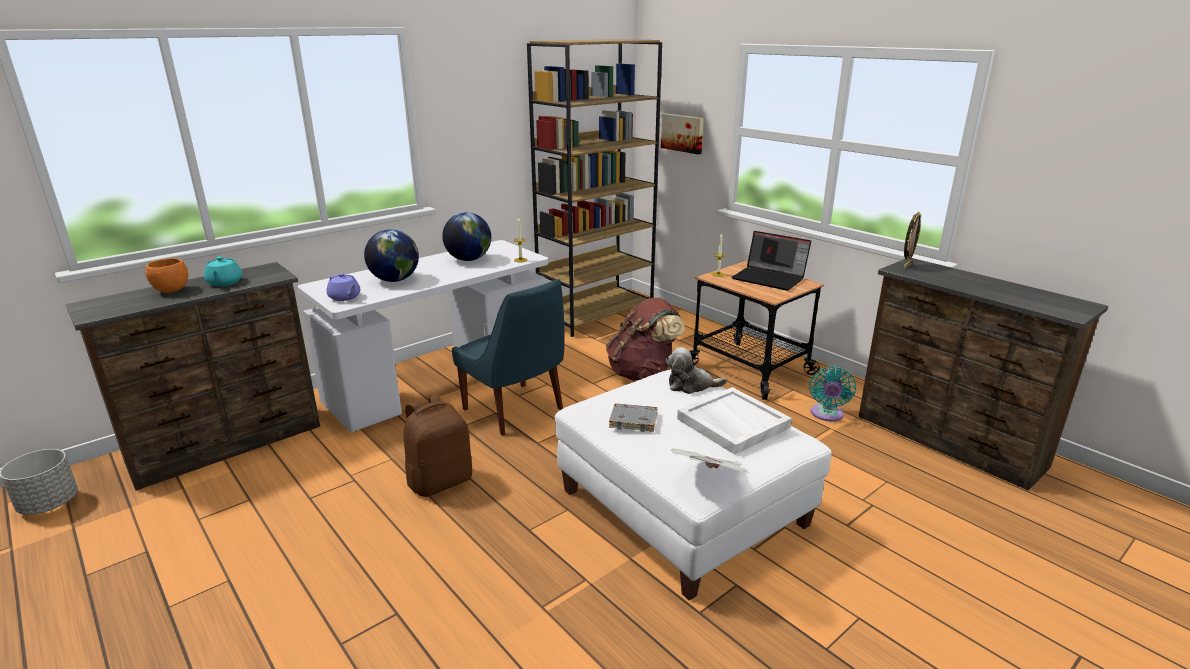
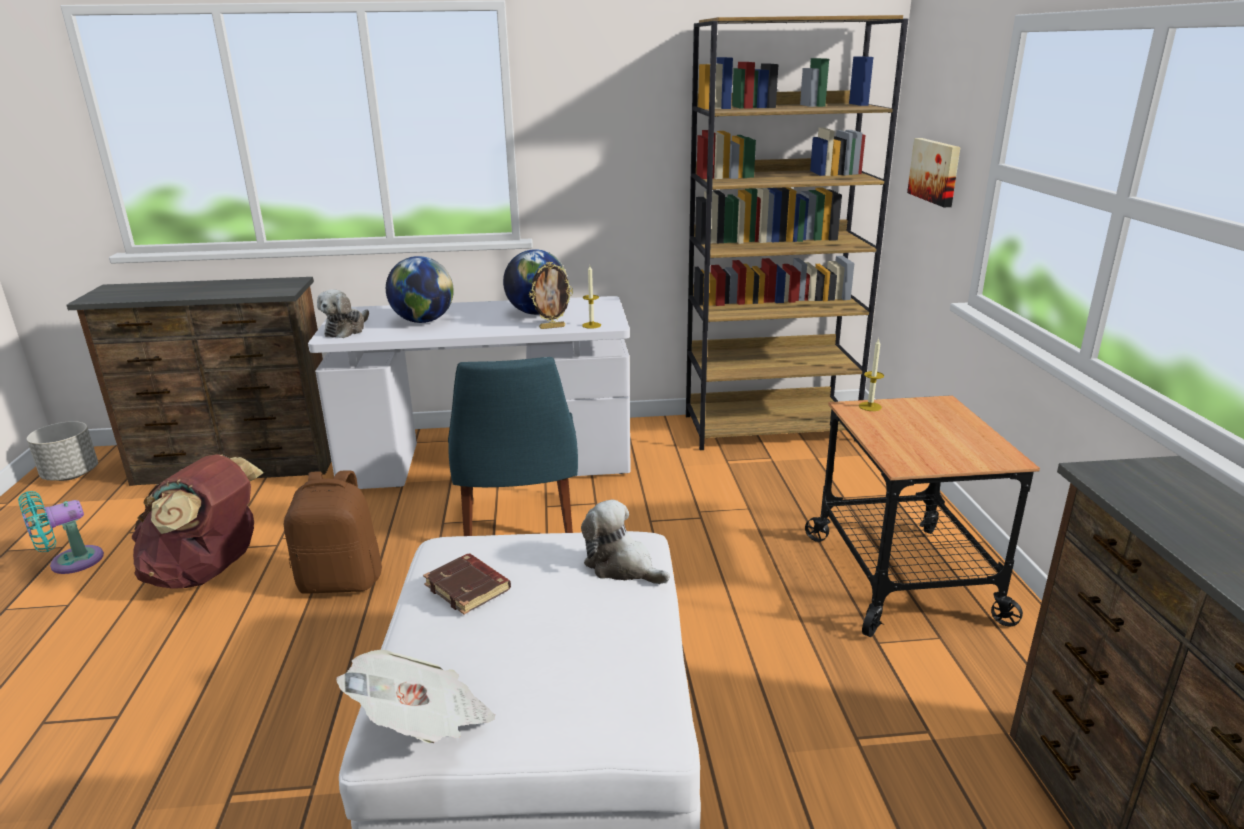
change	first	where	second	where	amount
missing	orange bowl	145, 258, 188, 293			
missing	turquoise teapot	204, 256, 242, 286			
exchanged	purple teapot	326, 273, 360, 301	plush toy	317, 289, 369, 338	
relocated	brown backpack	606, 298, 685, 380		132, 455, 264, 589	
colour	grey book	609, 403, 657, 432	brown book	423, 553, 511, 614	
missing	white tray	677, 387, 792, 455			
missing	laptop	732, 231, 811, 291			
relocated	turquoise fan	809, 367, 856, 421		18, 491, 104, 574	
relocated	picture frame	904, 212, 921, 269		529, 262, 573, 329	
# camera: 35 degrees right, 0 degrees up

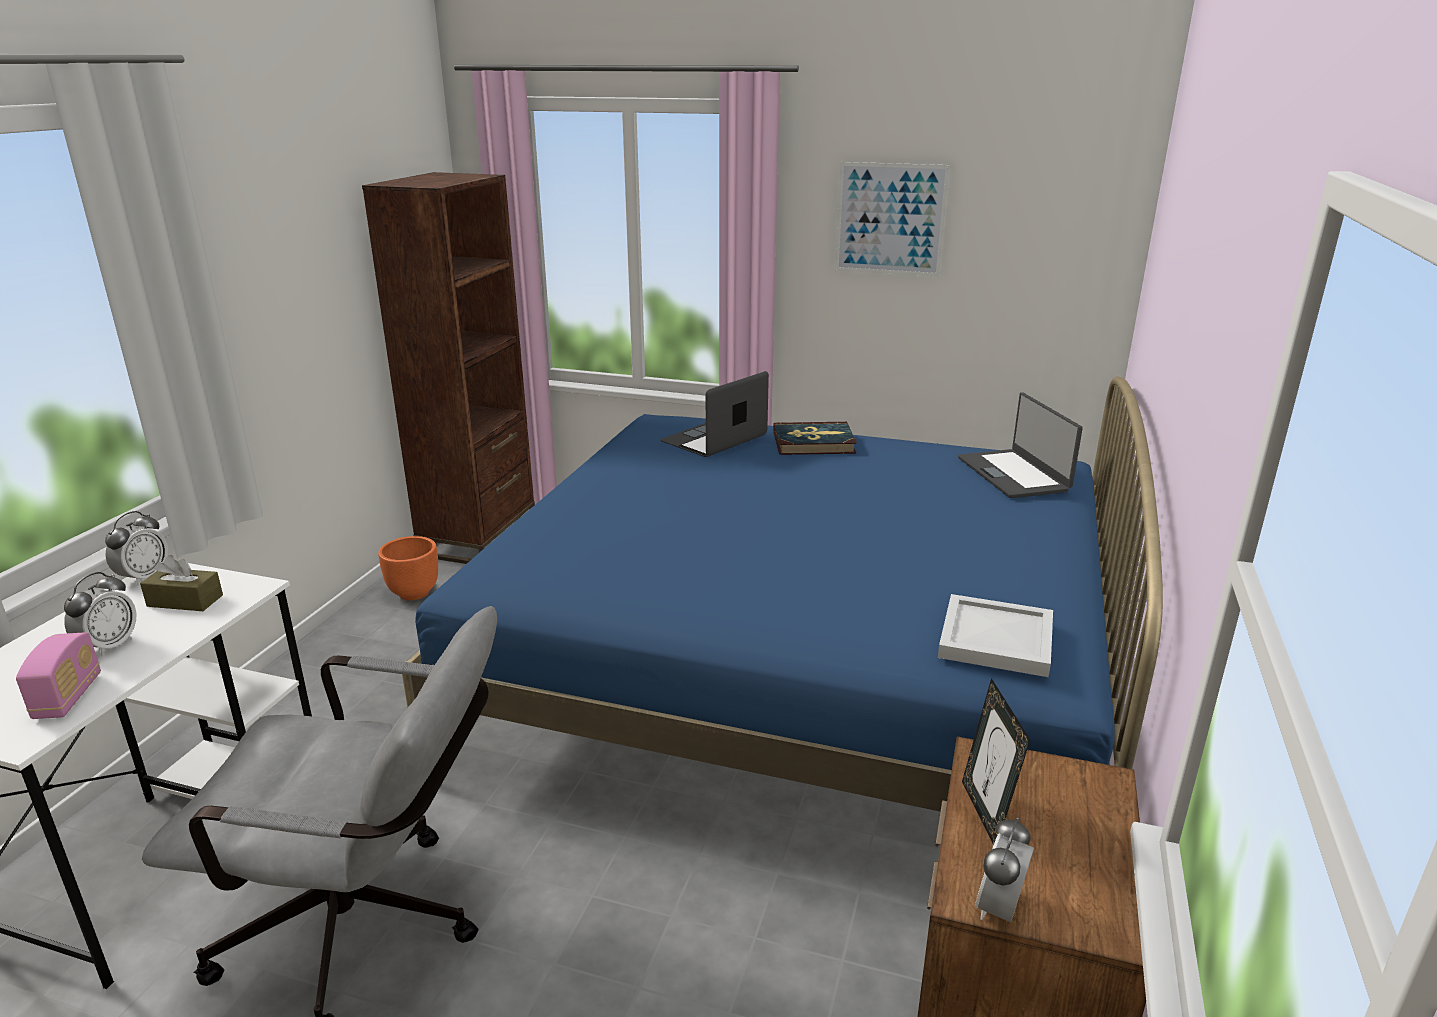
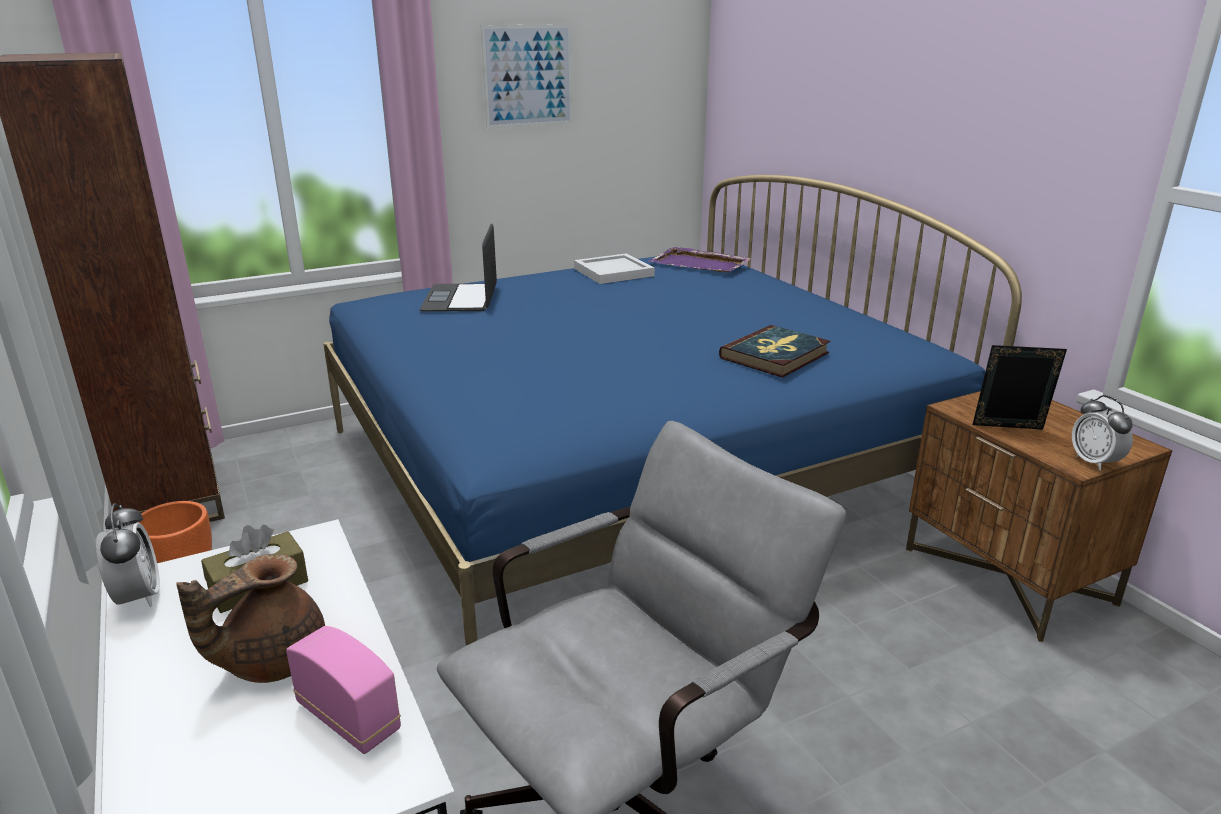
change	first	where	second	where	amount
exchanged	alarm clock	64, 572, 136, 657	brown teapot	177, 554, 325, 683	
relocated	book	773, 422, 857, 455		719, 325, 831, 378	
relocated	white tray	938, 594, 1053, 677		574, 253, 655, 284	
exchanged	laptop	958, 392, 1083, 498	purple tray	649, 247, 752, 272	
spun	picture frame	962, 678, 1030, 845		973, 345, 1067, 430	150 degrees clockwise
# camera: 45 degrees left, 0 degrees up

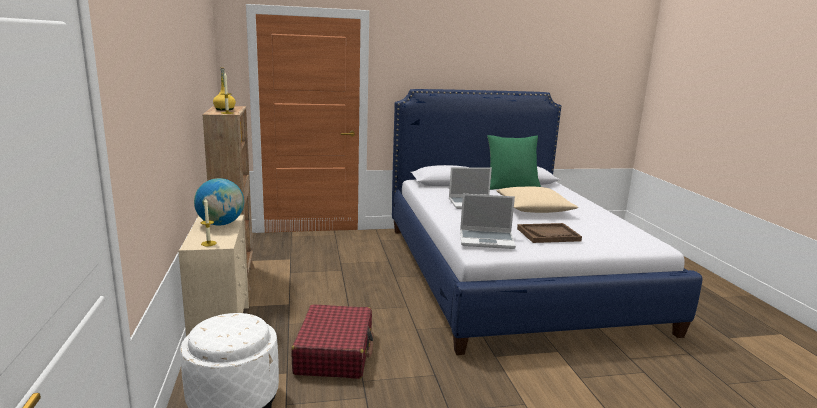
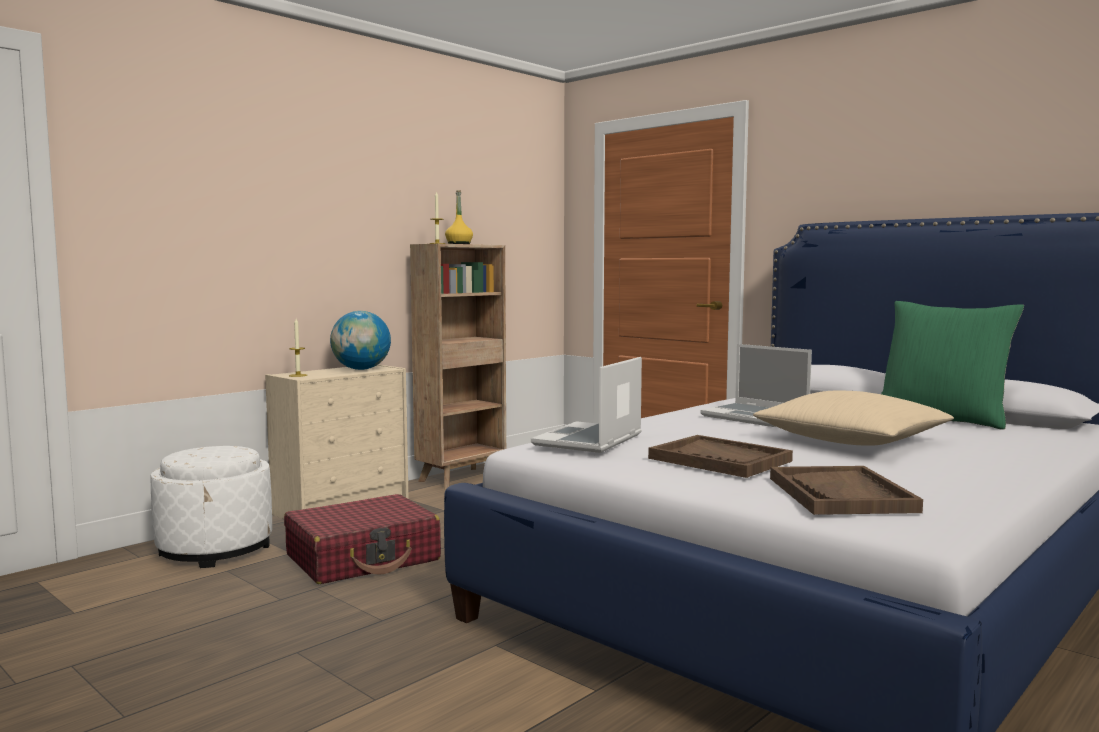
change	first	where	second	where	amount
spun	laptop	460, 194, 516, 249		531, 357, 642, 453	60 degrees clockwise
appeared			brown tray	770, 466, 923, 515	
# camera: 55 degrees right, 10 degrees down

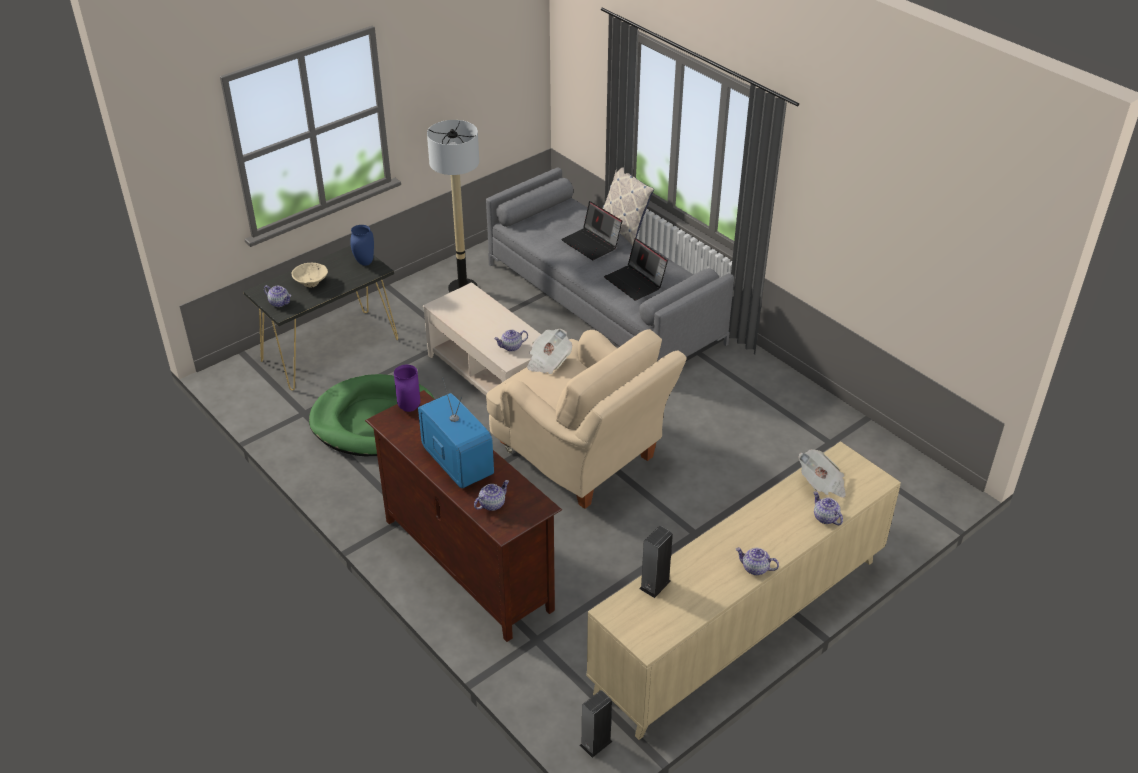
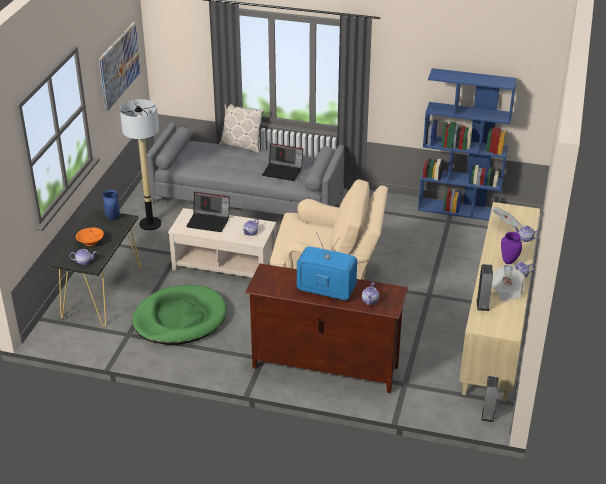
change	first	where	second	where	amount
colour	beige bowl	291, 263, 328, 288	orange bowl	76, 227, 104, 246	
relocated	purple vase	394, 365, 420, 412		501, 232, 522, 264	
relocated	newspaper	527, 329, 572, 374		492, 264, 525, 302	
relocated	laptop	561, 201, 622, 260		186, 192, 230, 232	
appeared			picture	99, 22, 140, 111	
appeared			blue bookcase	418, 68, 517, 221	
# camera: 35 degrees left, 5 degrees down

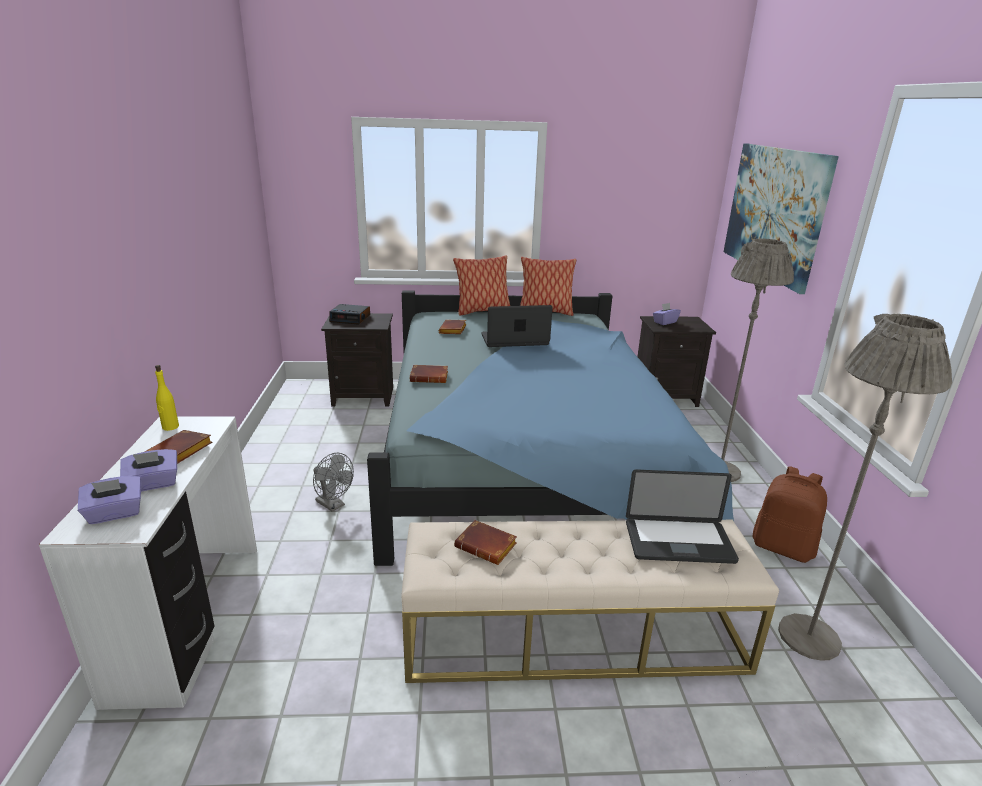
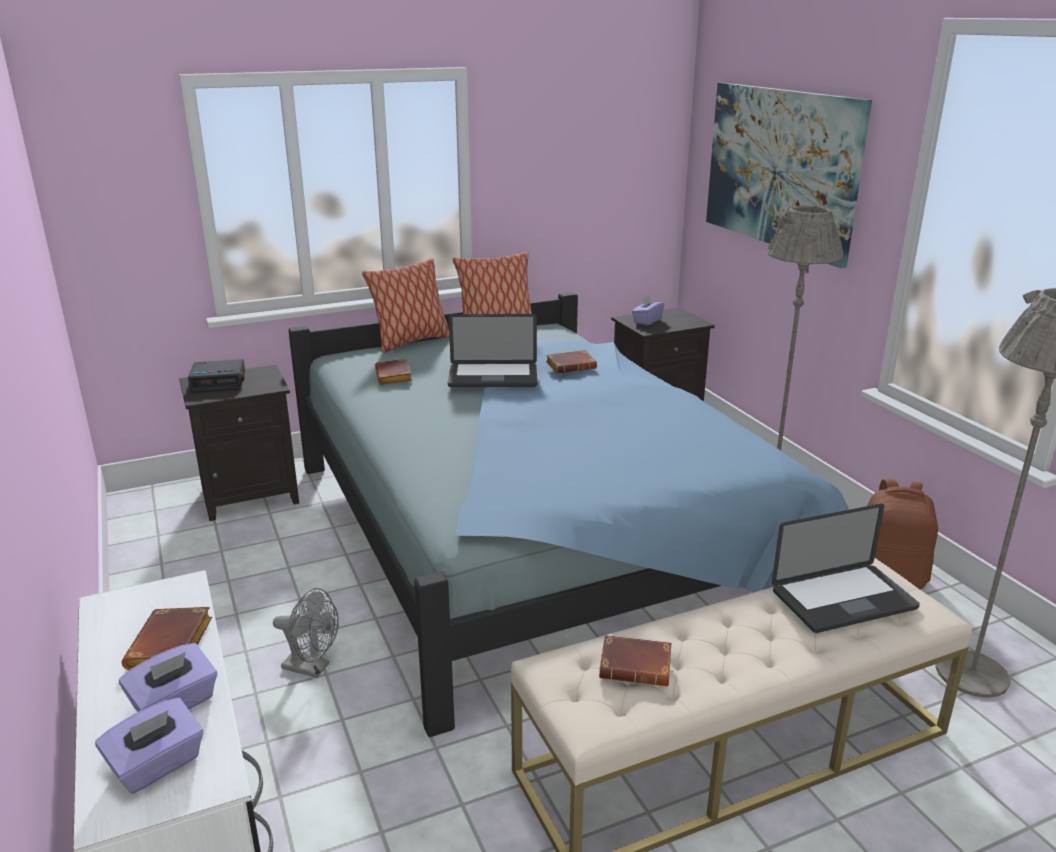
change	first	where	second	where	amount
missing	yellow bottle	155, 365, 179, 431			
relocated	brown book	410, 365, 448, 383		546, 350, 597, 374	
spun	laptop	481, 305, 553, 347		448, 314, 537, 387	150 degrees counterclockwise
# camera: 20 degrees left, 0 degrees up

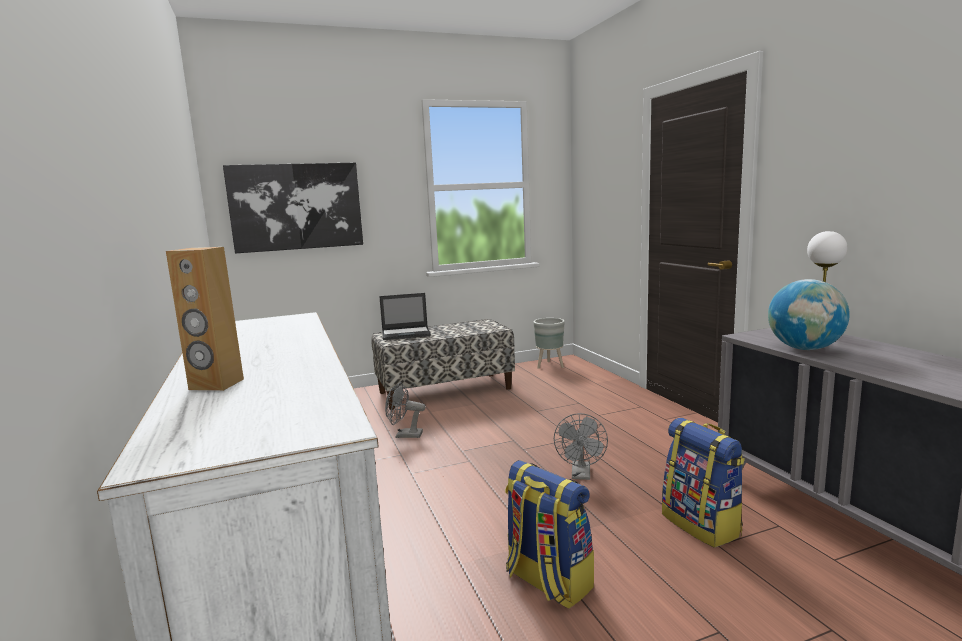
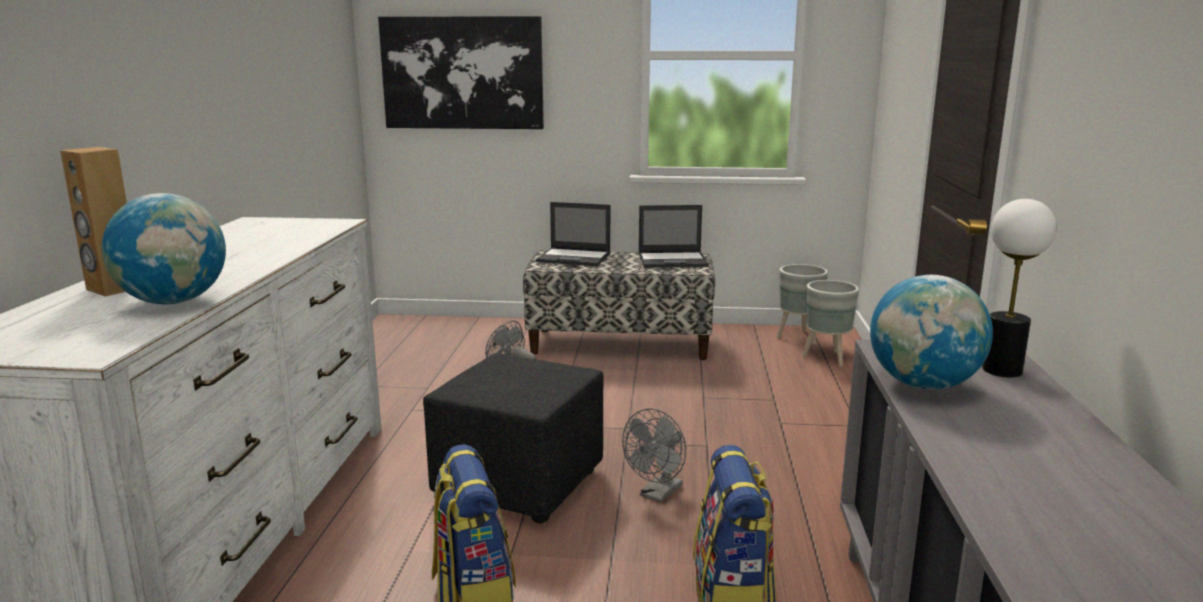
change	first	where	second	where	amount
appeared			globe	102, 193, 226, 304	
appeared			black ottoman	423, 353, 603, 523	
appeared			laptop	639, 205, 709, 268	
appeared			grey planter	802, 280, 859, 367	
# camera: 25 degrees right, 5 degrees up

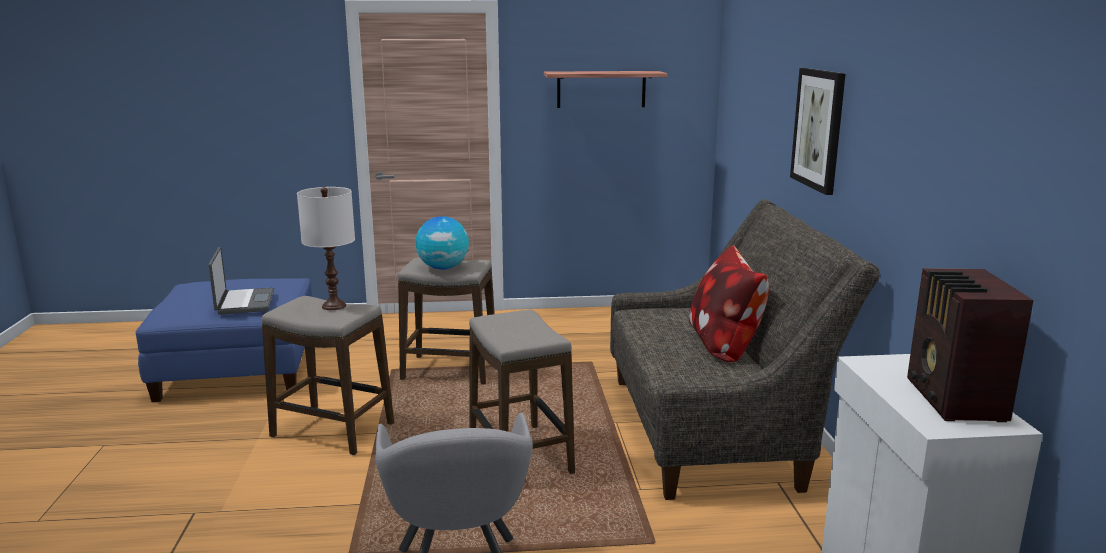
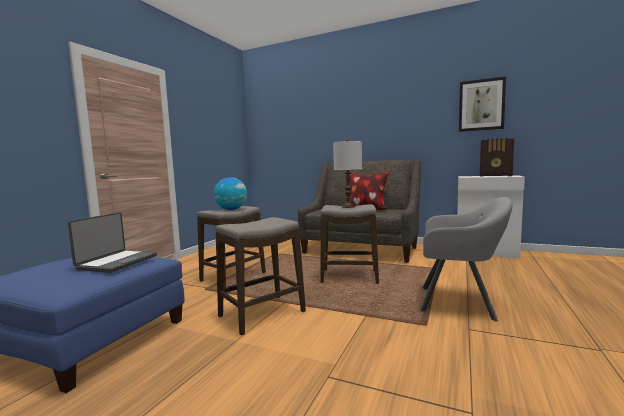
change	first	where	second	where	amount
spun	laptop	208, 247, 274, 315		68, 212, 157, 273	90 degrees clockwise
relocated	white table lamp	297, 187, 355, 310		333, 140, 362, 208	
missing	shelf	544, 71, 667, 108			
relocated	picture	790, 68, 845, 195		459, 77, 506, 132	
# camera: 60 degrees left, 10 degrees down

